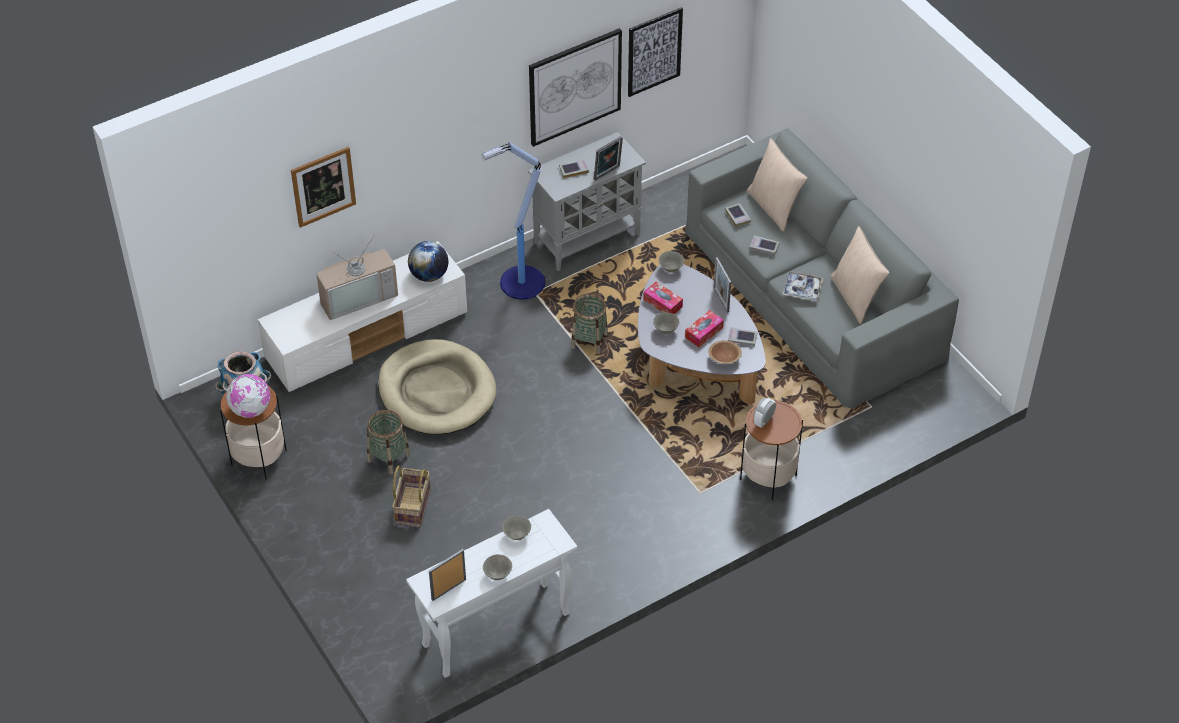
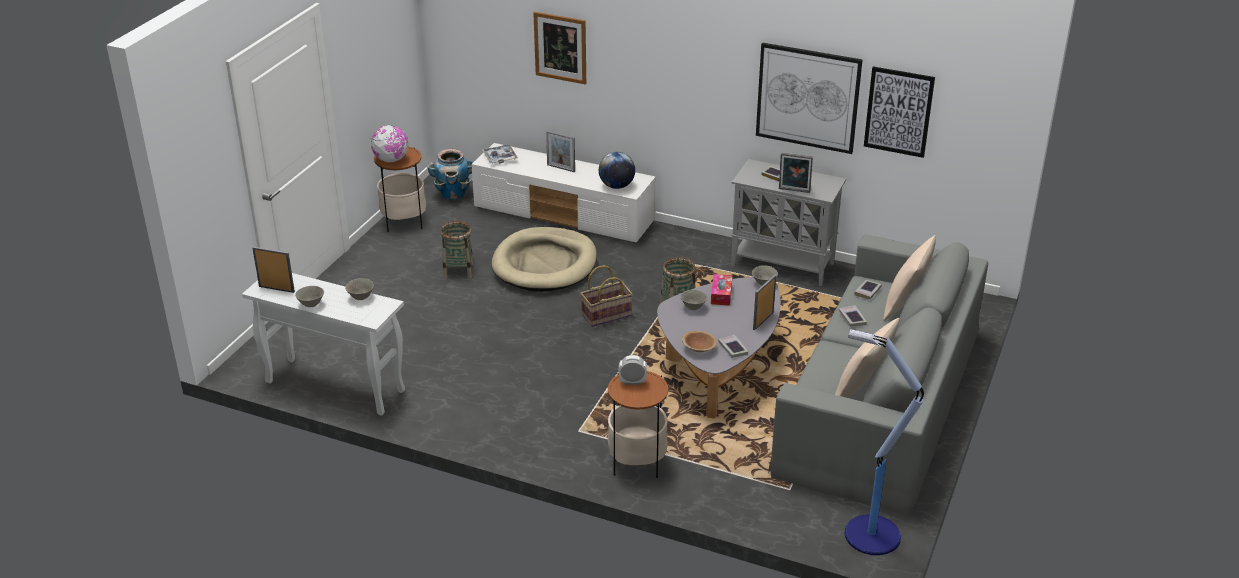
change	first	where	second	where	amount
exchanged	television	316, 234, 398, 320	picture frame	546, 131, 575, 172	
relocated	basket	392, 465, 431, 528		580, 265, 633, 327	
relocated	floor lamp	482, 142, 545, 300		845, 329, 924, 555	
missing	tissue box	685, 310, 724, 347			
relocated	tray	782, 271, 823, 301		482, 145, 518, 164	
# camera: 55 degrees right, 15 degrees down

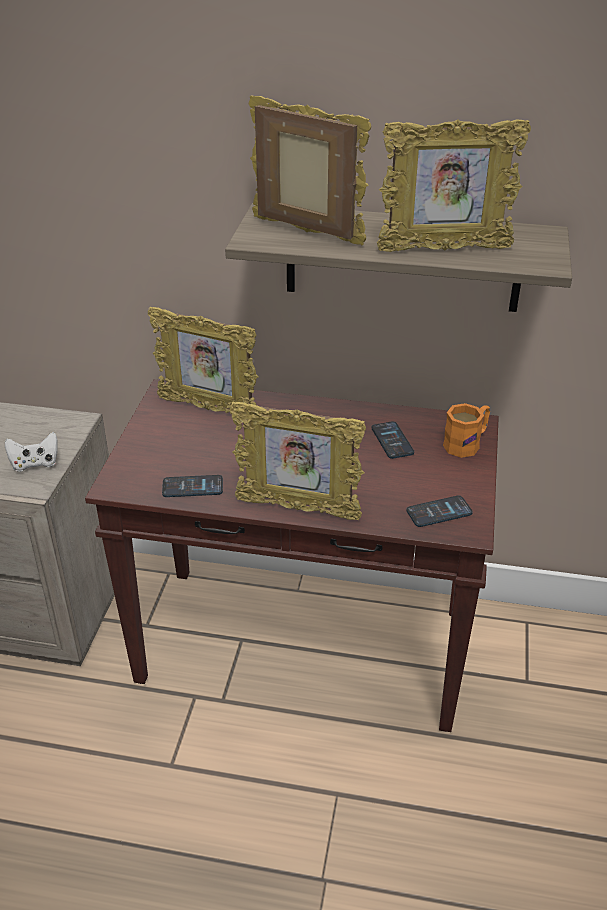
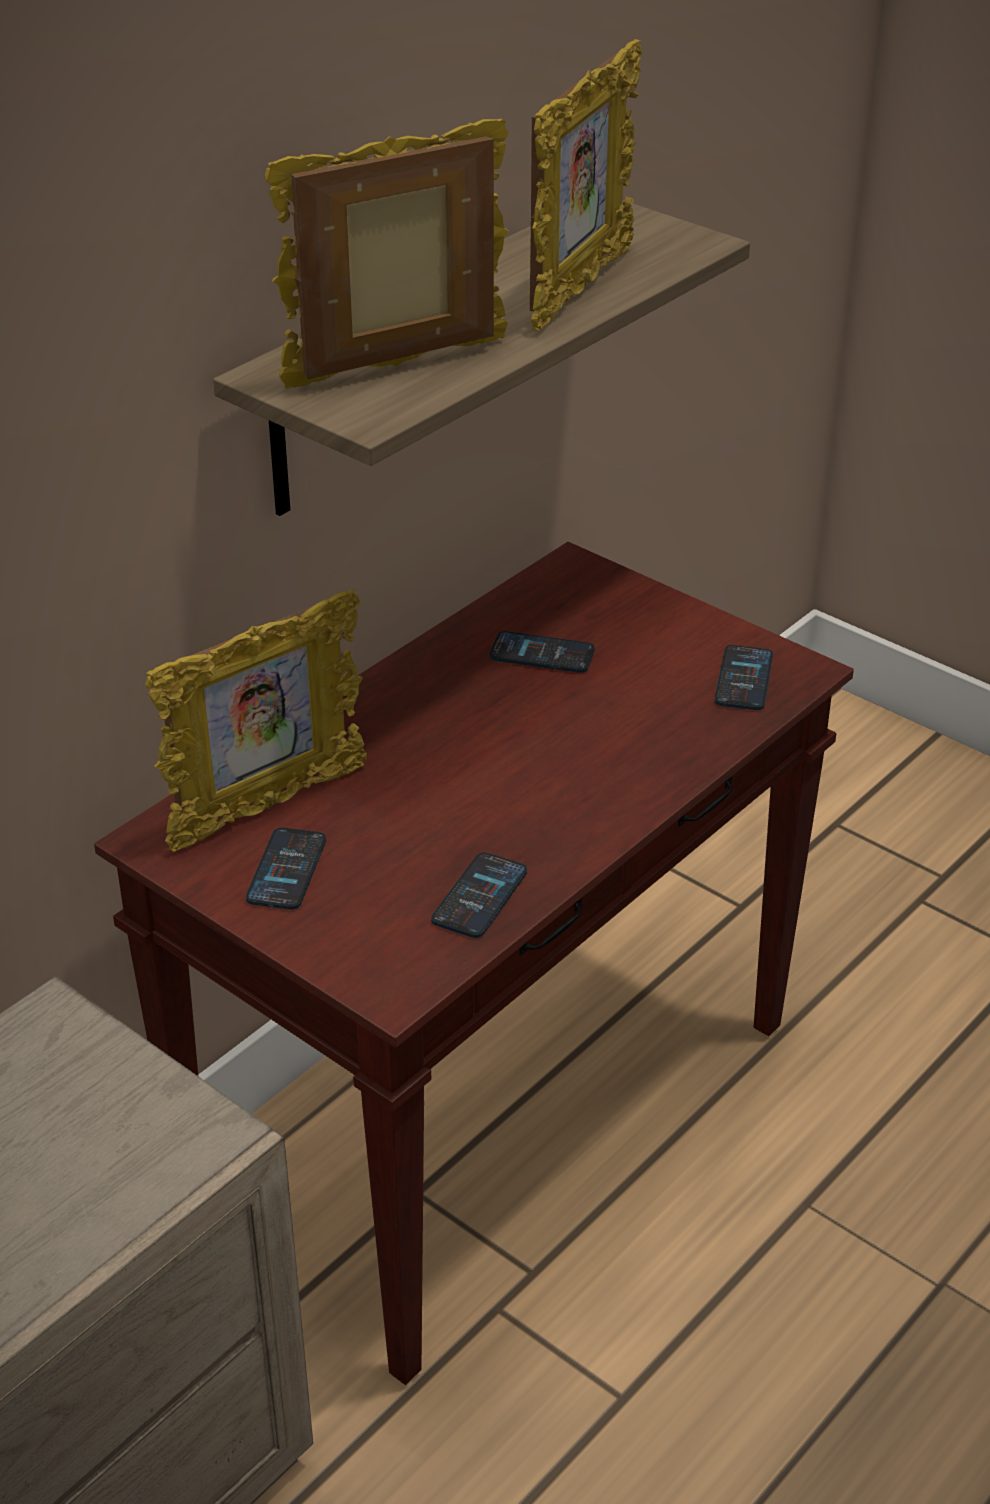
change	first	where	second	where	amount
missing	white game controller	5, 432, 58, 472			
missing	picture frame	230, 401, 366, 520			
missing	orange mug	443, 403, 490, 458			
appeared			phone	246, 827, 326, 910	
# camera: 60 degrees left, 0 degrees up

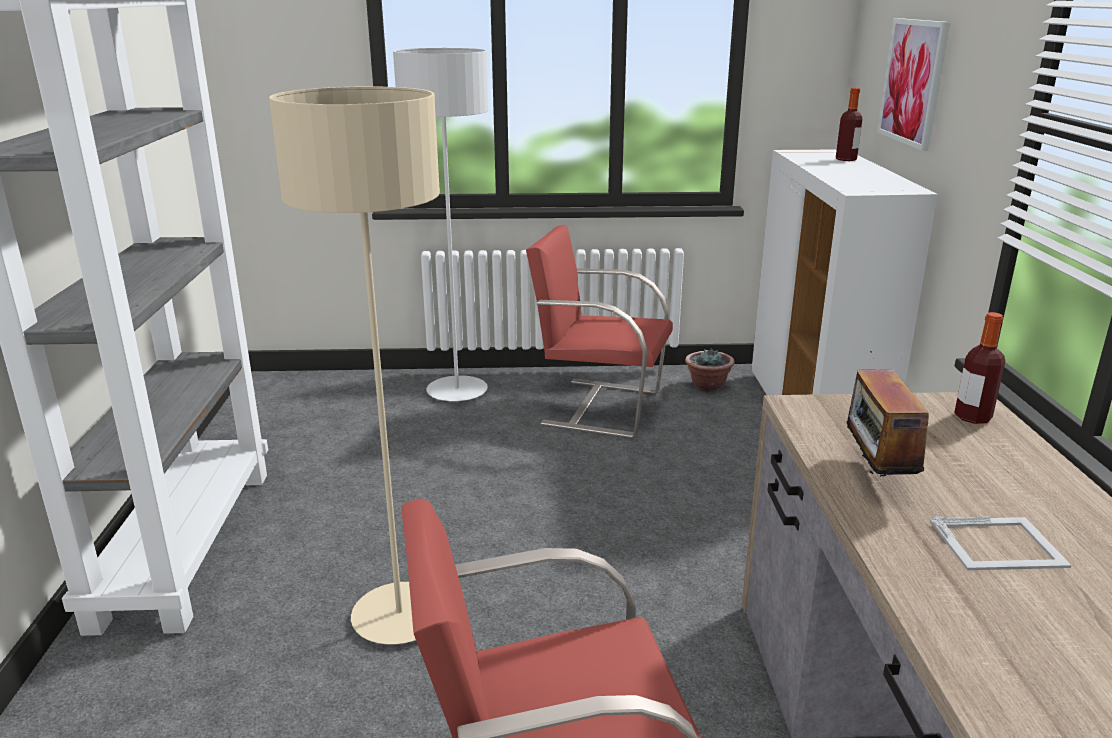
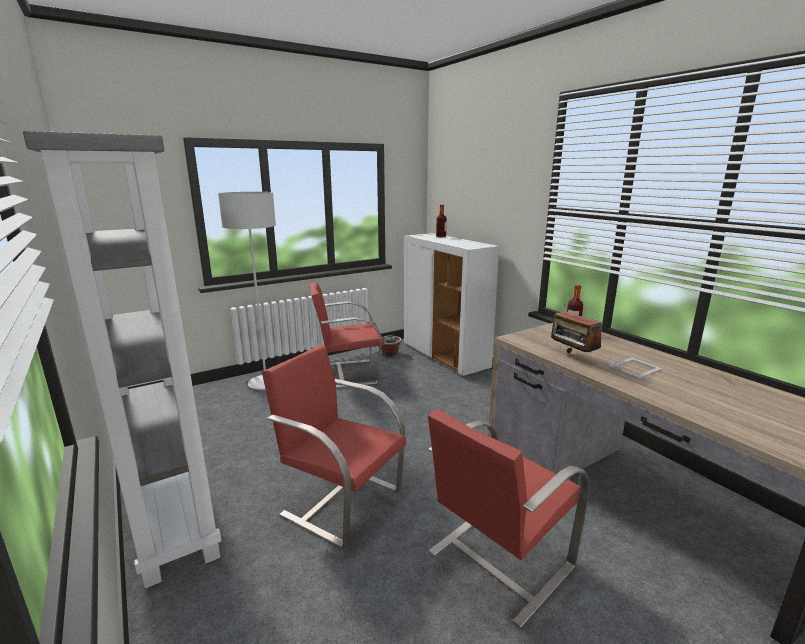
change	first	where	second	where	amount
exchanged	beige floor lamp	269, 86, 440, 644	red chair	262, 345, 406, 549	
missing	picture	877, 18, 950, 151			
# camera: 30 degrees left, 5 degrees down

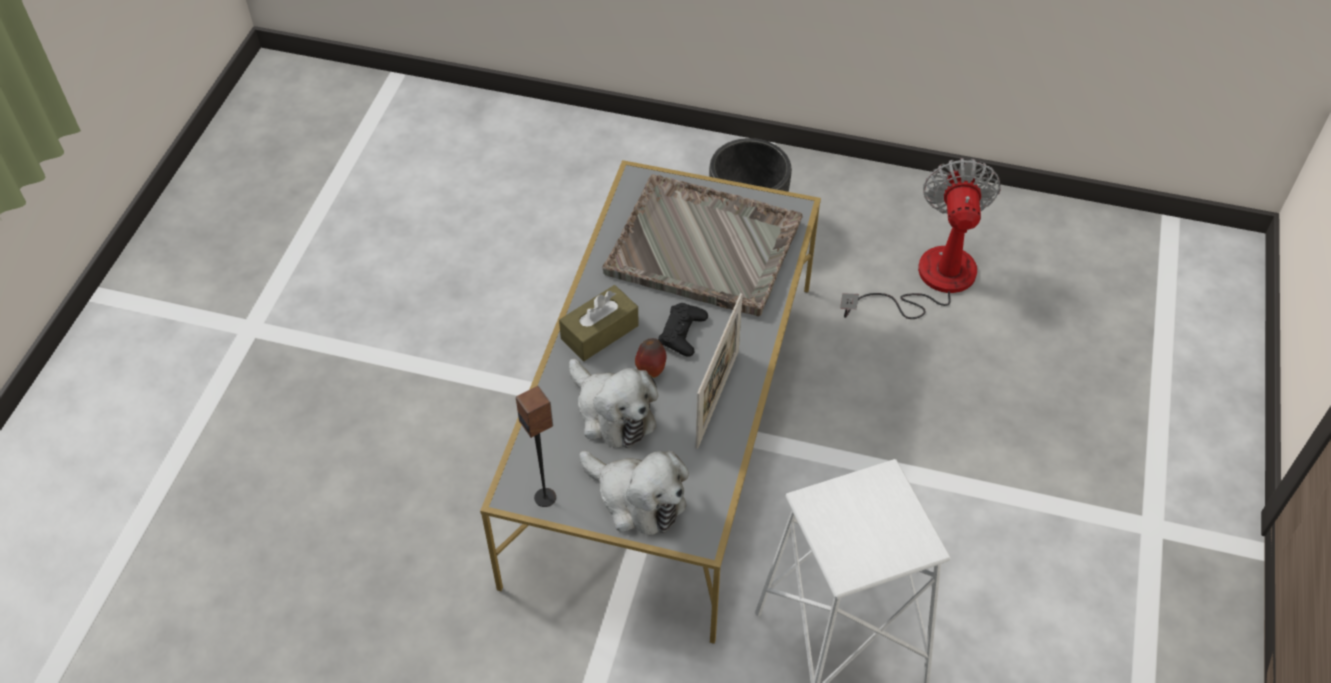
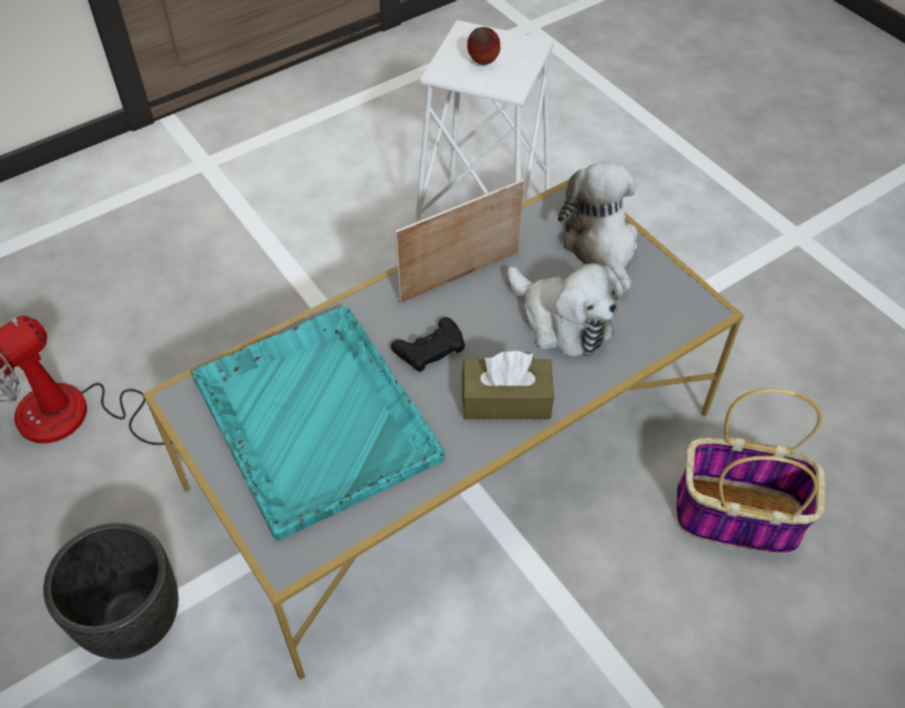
change	first	where	second	where	amount
missing	speaker	516, 385, 556, 507			
spun	plush toy	569, 359, 658, 448		507, 263, 624, 357	135 degrees clockwise
colour	grey tray	602, 174, 802, 316	turquoise tray	191, 306, 445, 540	
relocated	apple	635, 338, 666, 378		467, 27, 500, 65	
appeared			basket	676, 388, 825, 555	
# camera: 140 degrees left, 0 degrees up

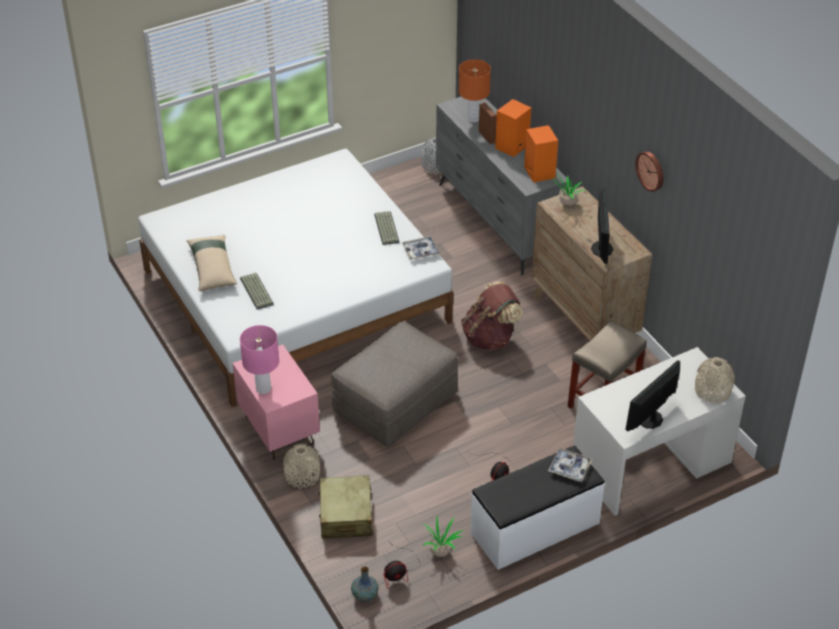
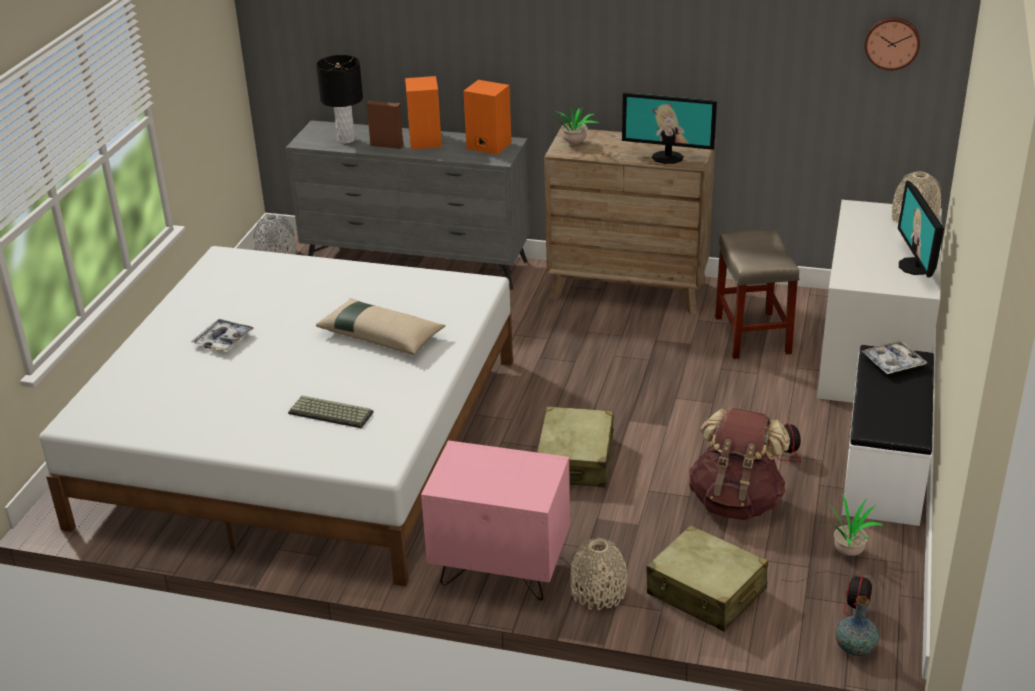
change	first	where	second	where	amount
relocated	beige pillow	187, 235, 238, 291		316, 298, 446, 355	
missing	pink table lamp	240, 325, 279, 394			
exchanged	grey ottoman	331, 321, 458, 447	beige suitcase	537, 406, 614, 488	
missing	keyboard	374, 211, 400, 245			
relocated	tray	402, 236, 440, 260		192, 319, 254, 351	
colour	orange table lamp	459, 59, 491, 122	black table lamp	316, 55, 363, 144	
relocated	brown backpack	461, 282, 523, 351		689, 408, 790, 520	
spun	monitor	591, 188, 613, 264		622, 92, 717, 164	150 degrees clockwise
relocated	wall clock	635, 151, 664, 192		865, 17, 920, 71	
# camera: 45 degrees left, 10 degrees down

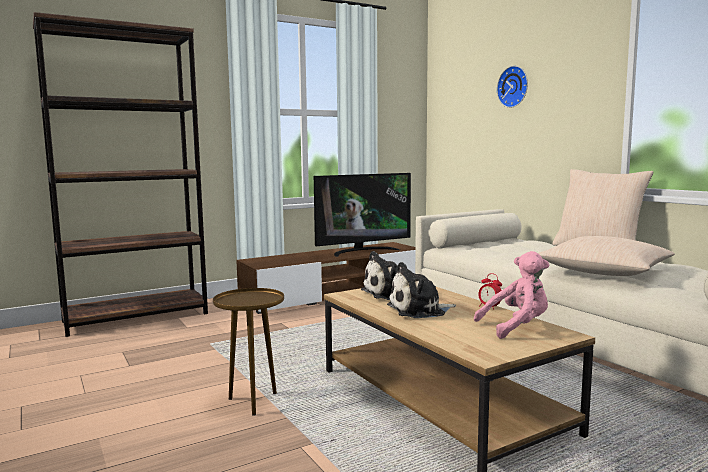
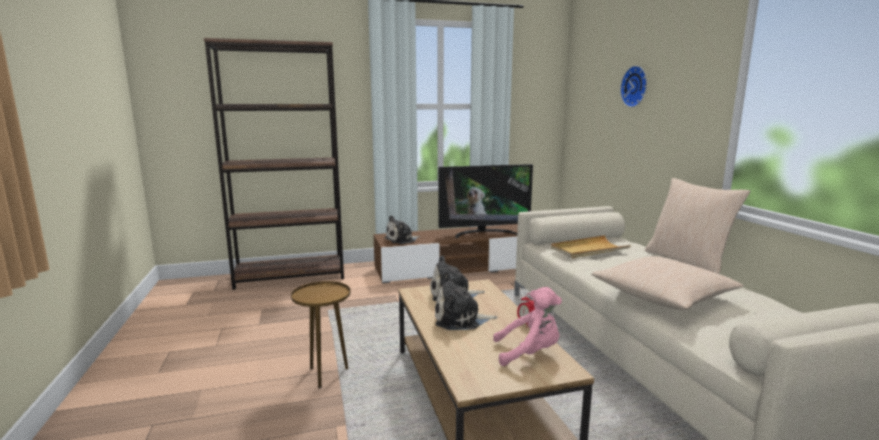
change	first	where	second	where	amount
appeared			plush toy	385, 215, 420, 244	
appeared			beige tray	551, 235, 631, 259	
# camera: 15 degrees right, 5 degrees up

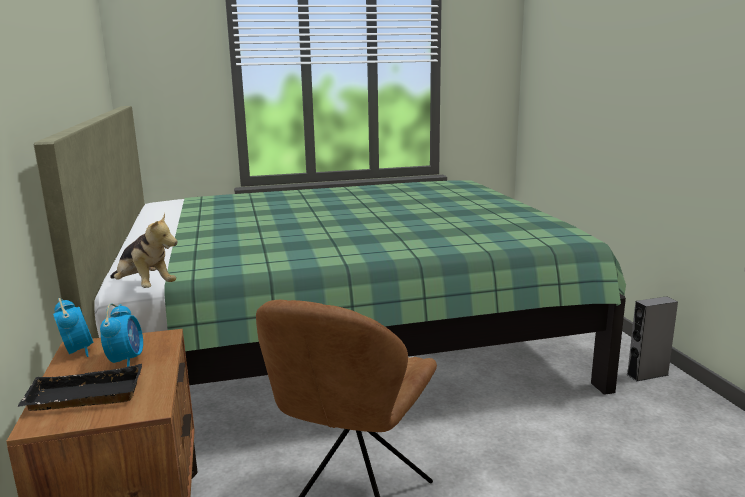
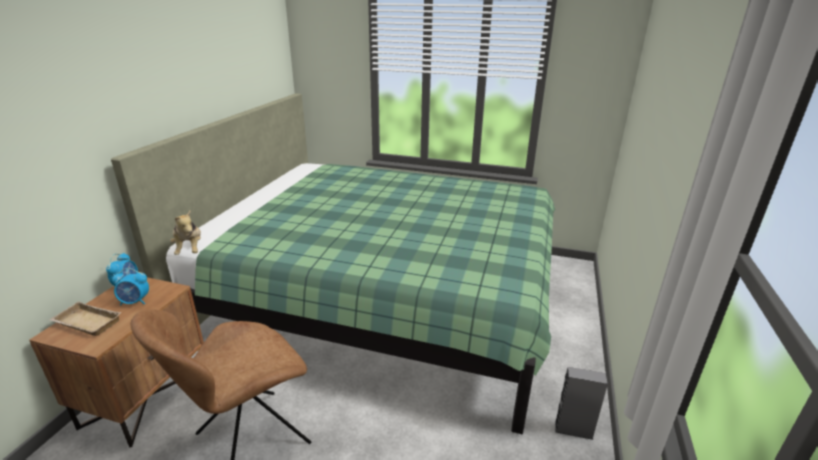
change	first	where	second	where	amount
colour	black tray	18, 364, 142, 411	beige tray	49, 301, 122, 336	
spun	alarm clock	100, 304, 143, 367		112, 268, 149, 306	60 degrees clockwise
# camera: 30 degrees right, 10 degrees up

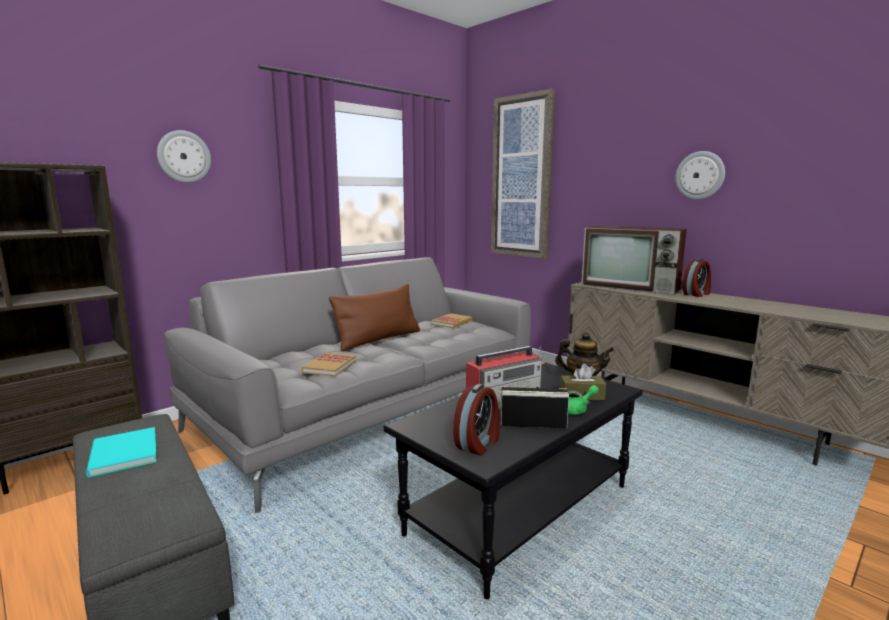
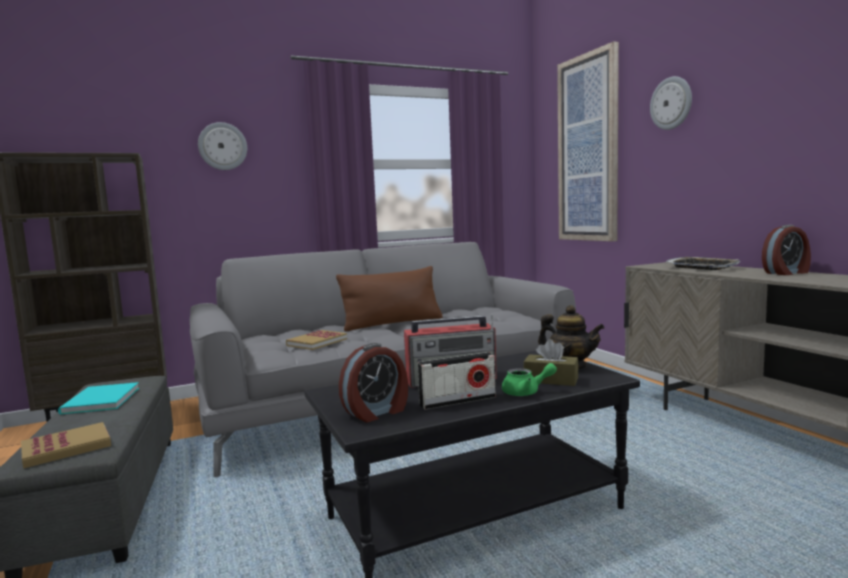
change	first	where	second	where	amount
relocated	book	431, 313, 472, 328		21, 422, 111, 468	
spun	radio	500, 386, 569, 429		418, 352, 496, 410	135 degrees clockwise
exchanged	television	581, 226, 687, 295	tray	666, 257, 740, 270	
relocated	wall clock	675, 151, 725, 200		650, 76, 692, 130	
# camera: 20 degrees right, 5 degrees down

